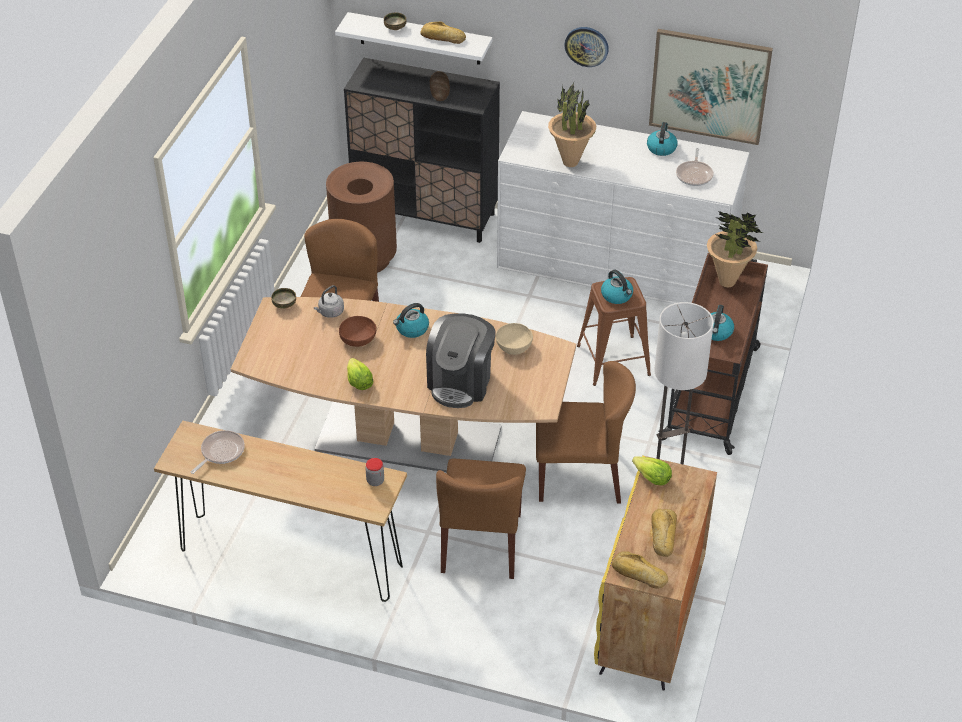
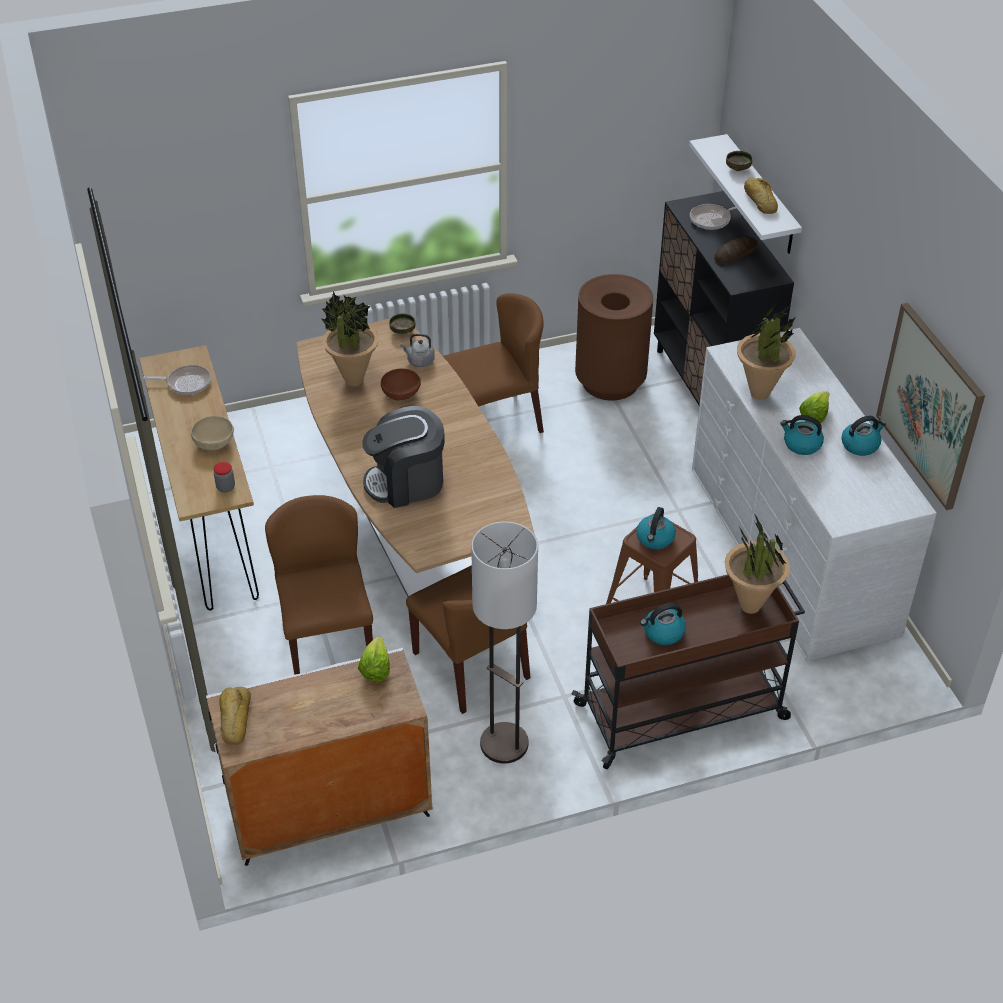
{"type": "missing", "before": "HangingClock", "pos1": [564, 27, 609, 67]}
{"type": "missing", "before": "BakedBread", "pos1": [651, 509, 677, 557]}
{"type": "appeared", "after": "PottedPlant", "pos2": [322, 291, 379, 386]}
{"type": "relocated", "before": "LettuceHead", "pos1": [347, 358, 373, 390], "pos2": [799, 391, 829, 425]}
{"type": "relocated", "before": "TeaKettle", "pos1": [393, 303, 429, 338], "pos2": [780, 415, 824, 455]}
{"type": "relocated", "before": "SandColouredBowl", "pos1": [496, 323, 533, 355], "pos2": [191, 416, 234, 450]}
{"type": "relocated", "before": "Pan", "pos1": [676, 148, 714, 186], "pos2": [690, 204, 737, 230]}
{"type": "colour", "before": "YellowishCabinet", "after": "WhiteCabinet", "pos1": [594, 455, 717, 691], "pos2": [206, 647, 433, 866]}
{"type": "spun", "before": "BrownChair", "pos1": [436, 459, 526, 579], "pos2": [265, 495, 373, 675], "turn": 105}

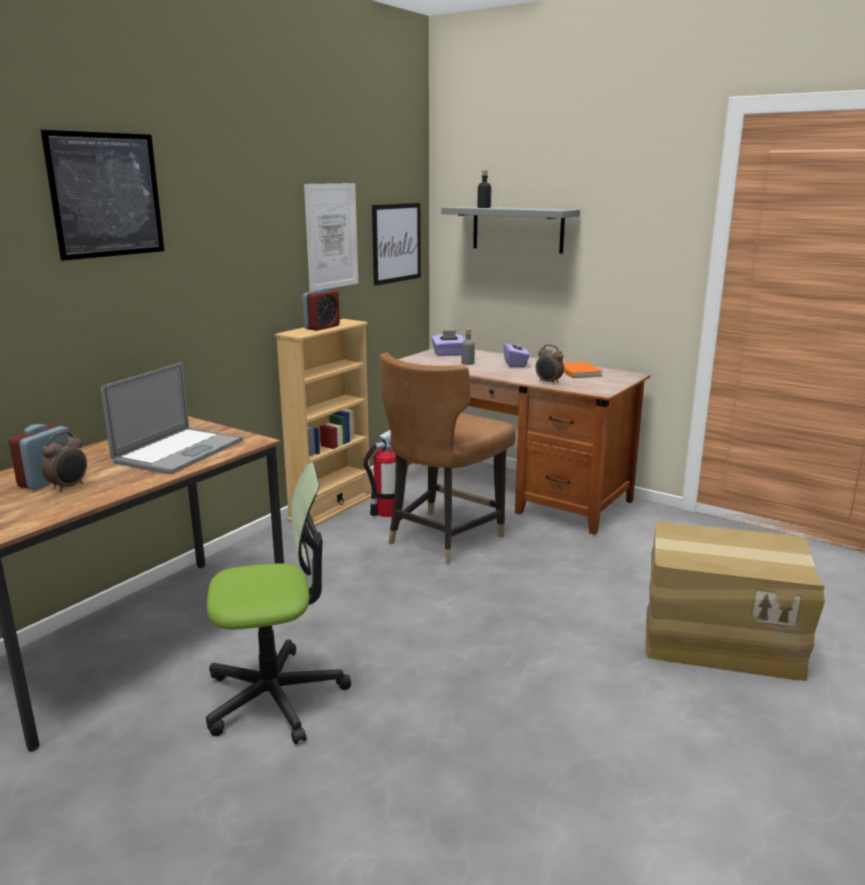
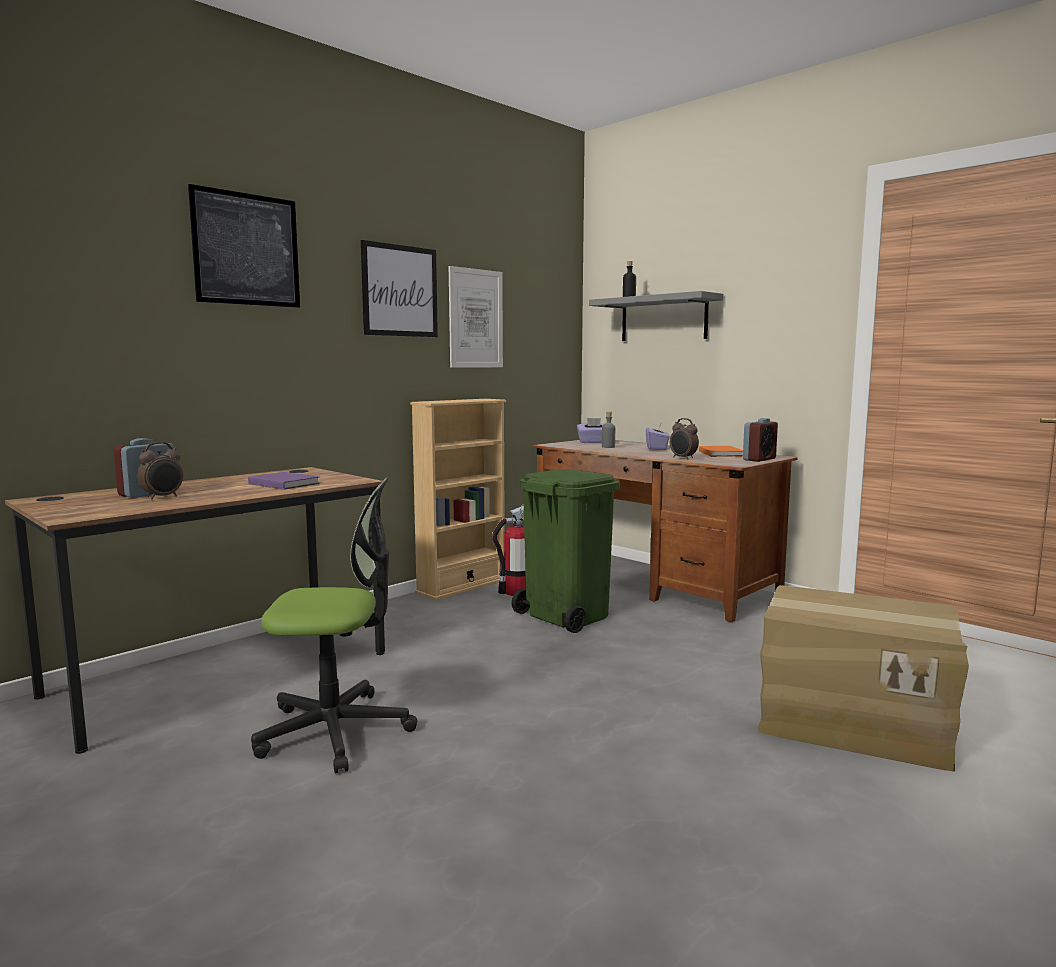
{"type": "relocated", "before": "TableClock", "pos1": [302, 287, 340, 331], "pos2": [743, 418, 778, 462]}
{"type": "relocated", "before": "Picture", "pos1": [372, 203, 421, 286], "pos2": [361, 240, 438, 337]}
{"type": "exchanged", "before": "NotebookComputer", "after": "PurpleVolume", "pos1": [101, 362, 243, 474], "pos2": [248, 472, 320, 490]}
{"type": "exchanged", "before": "BrownChair", "after": "GreenishRubbishBin", "pos1": [380, 353, 516, 565], "pos2": [511, 469, 620, 633]}

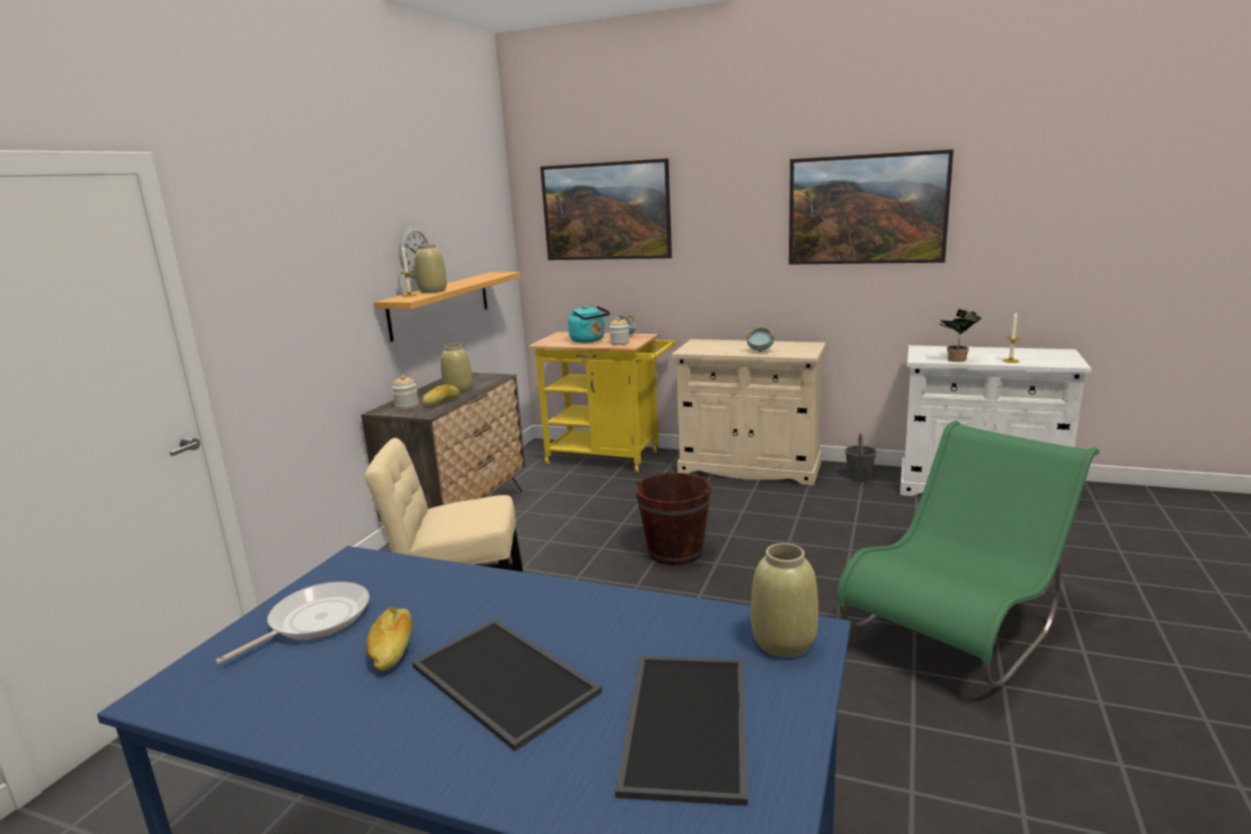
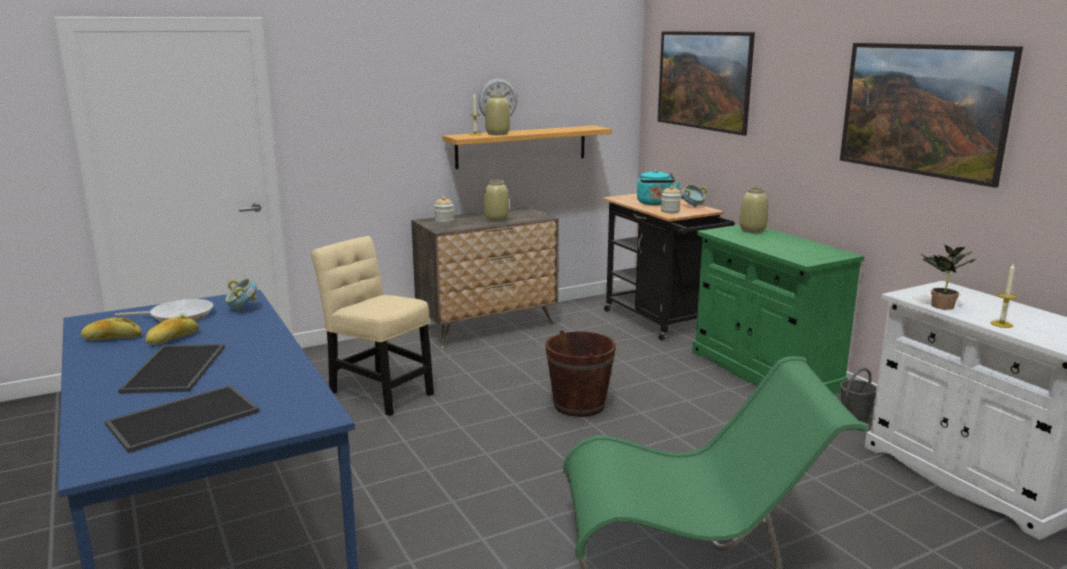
{"type": "relocated", "before": "BakedBread", "pos1": [422, 384, 461, 407], "pos2": [81, 317, 141, 341]}
{"type": "relocated", "before": "Bowl", "pos1": [746, 327, 774, 352], "pos2": [225, 278, 257, 310]}
{"type": "relocated", "before": "SandColouredVase", "pos1": [751, 543, 818, 658], "pos2": [740, 187, 768, 233]}
{"type": "colour", "before": "YellowishCart", "after": "BlackCart", "pos1": [528, 332, 675, 472], "pos2": [603, 194, 735, 341]}
{"type": "colour", "before": "SandColouredCabinet", "after": "GreenishCabinet", "pos1": [672, 339, 826, 485], "pos2": [692, 225, 865, 394]}

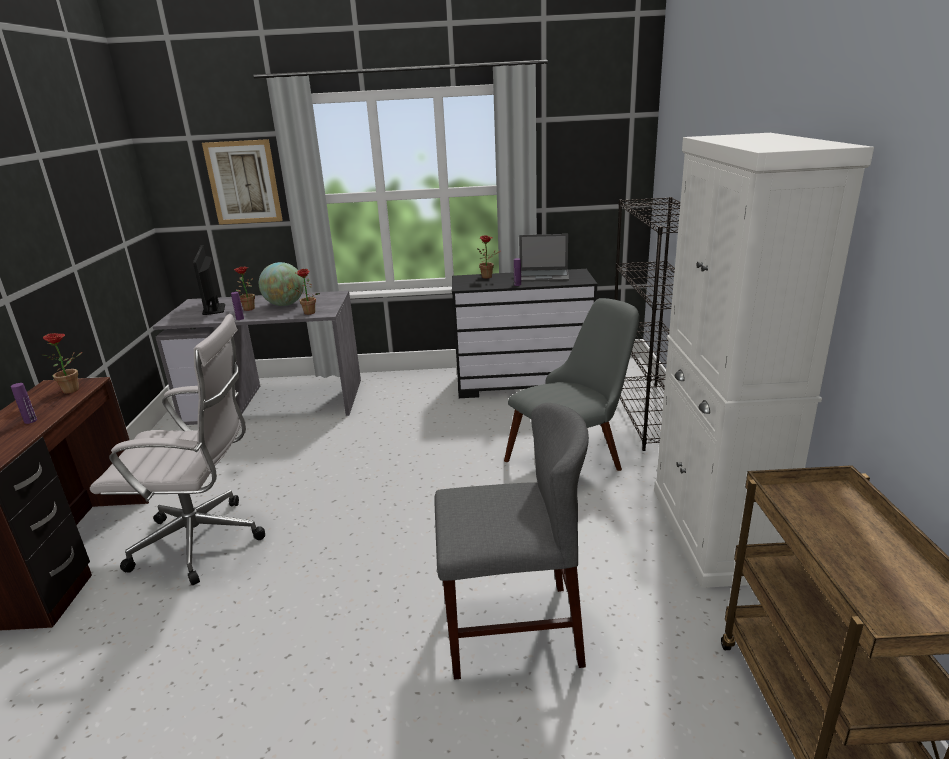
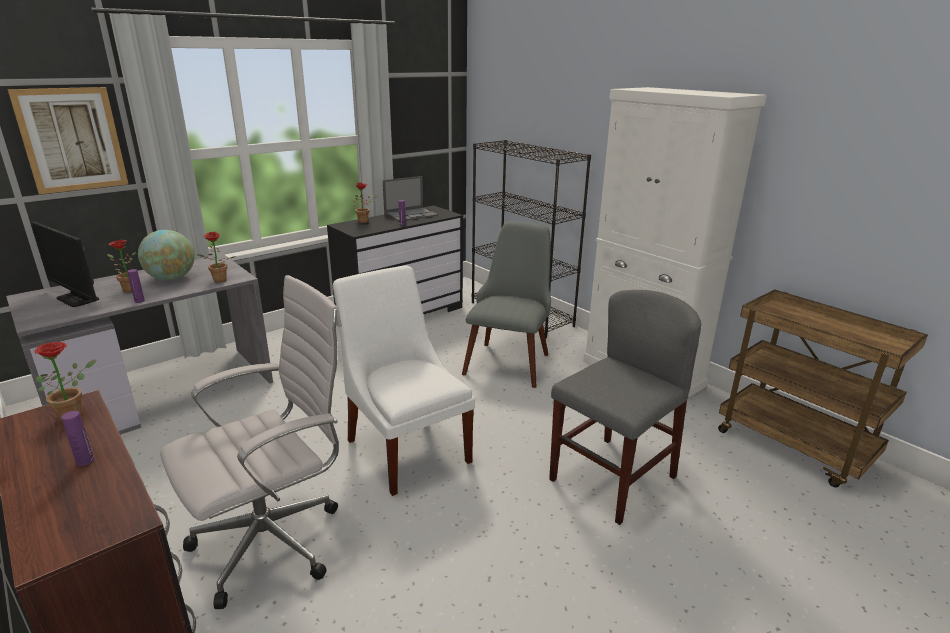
{"type": "appeared", "after": "WhiteChair", "pos2": [333, 265, 475, 496]}

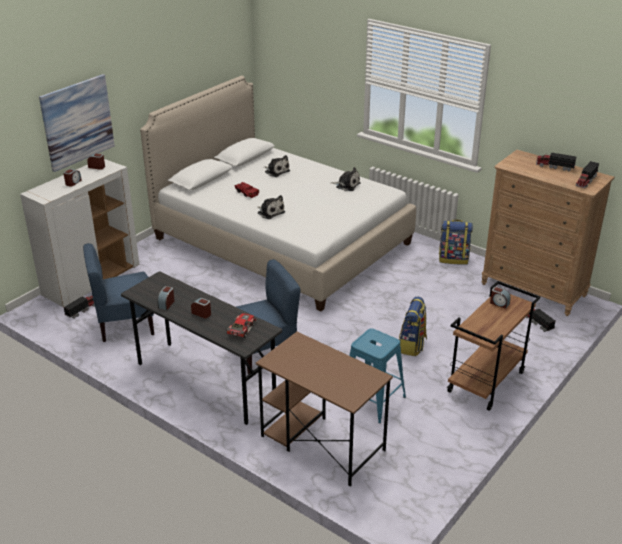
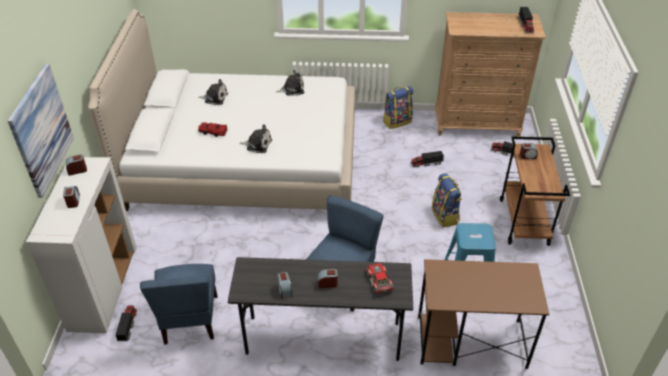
{"type": "relocated", "before": "ModelTruck", "pos1": [536, 153, 576, 171], "pos2": [411, 151, 444, 168]}
{"type": "spun", "before": "BlueChair", "pos1": [83, 243, 154, 342], "pos2": [140, 264, 217, 344], "turn": -45}

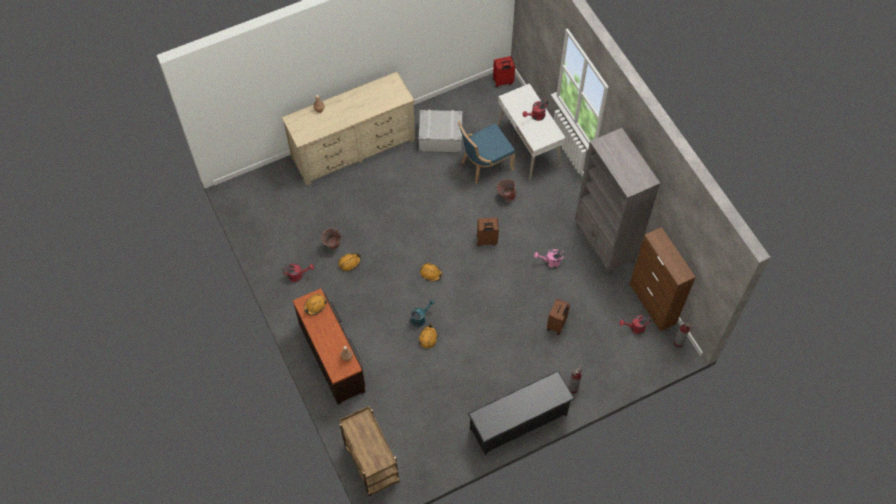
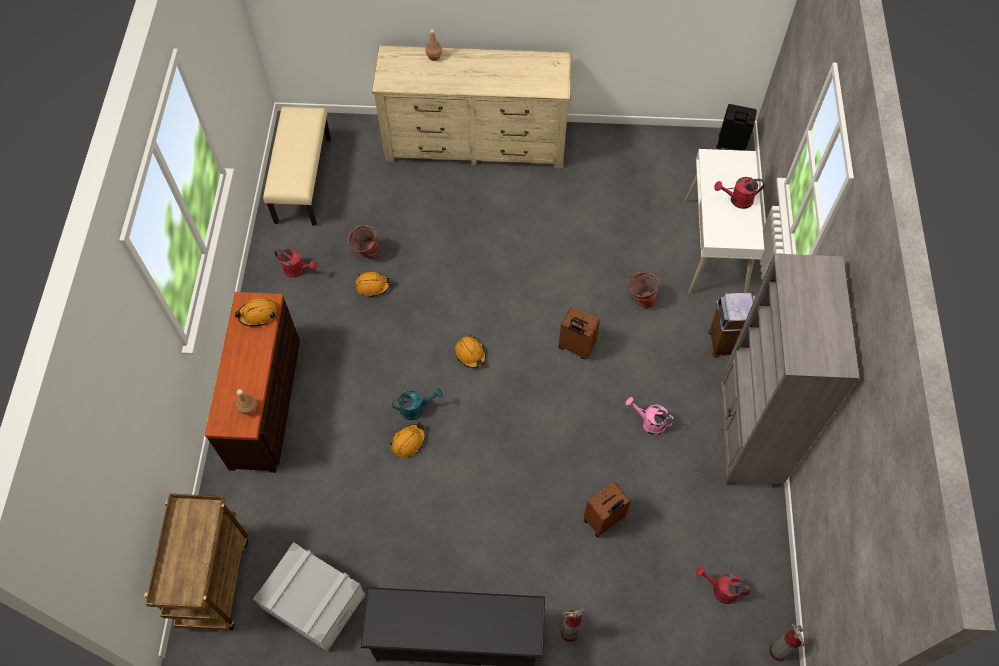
{"type": "missing", "before": "BlueChair", "pos1": [458, 121, 515, 183]}
{"type": "missing", "before": "BrownCabinet", "pos1": [630, 227, 696, 332]}
{"type": "appeared", "after": "SandColouredLongSeat", "pos2": [263, 107, 331, 226]}
{"type": "appeared", "after": "BrownRubbishBin", "pos2": [708, 292, 755, 357]}
{"type": "relocated", "before": "GrayStorageBin", "pos1": [419, 110, 462, 152], "pos2": [253, 542, 365, 652]}
{"type": "colour", "before": "ReddishTravelCase", "after": "BlackTravelCase", "pos1": [493, 56, 515, 88], "pos2": [716, 104, 757, 151]}

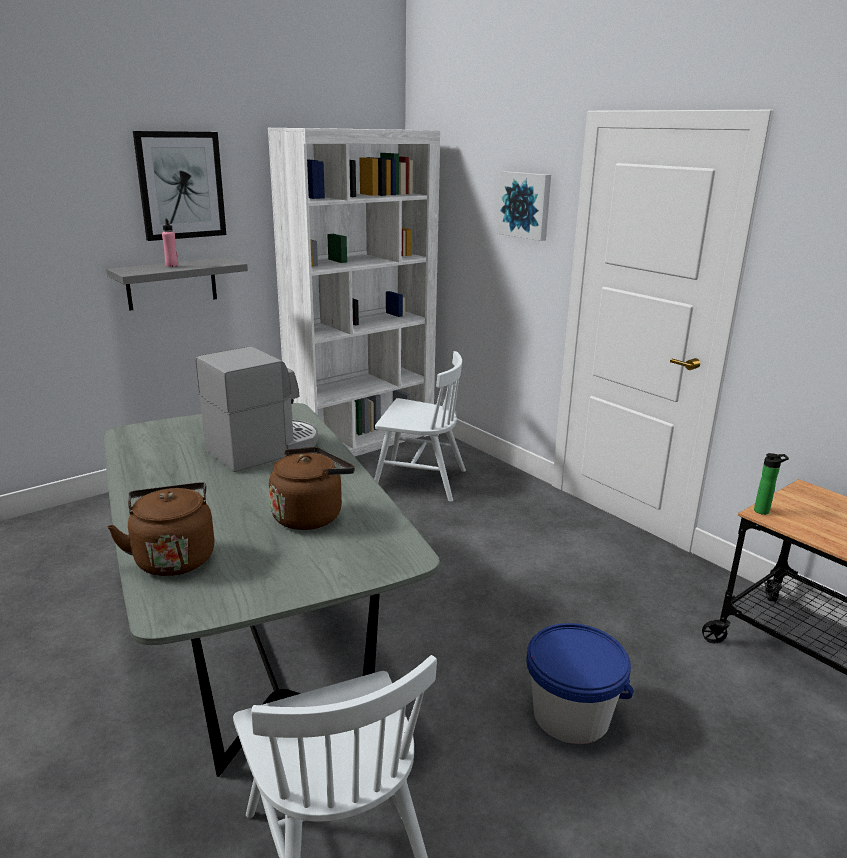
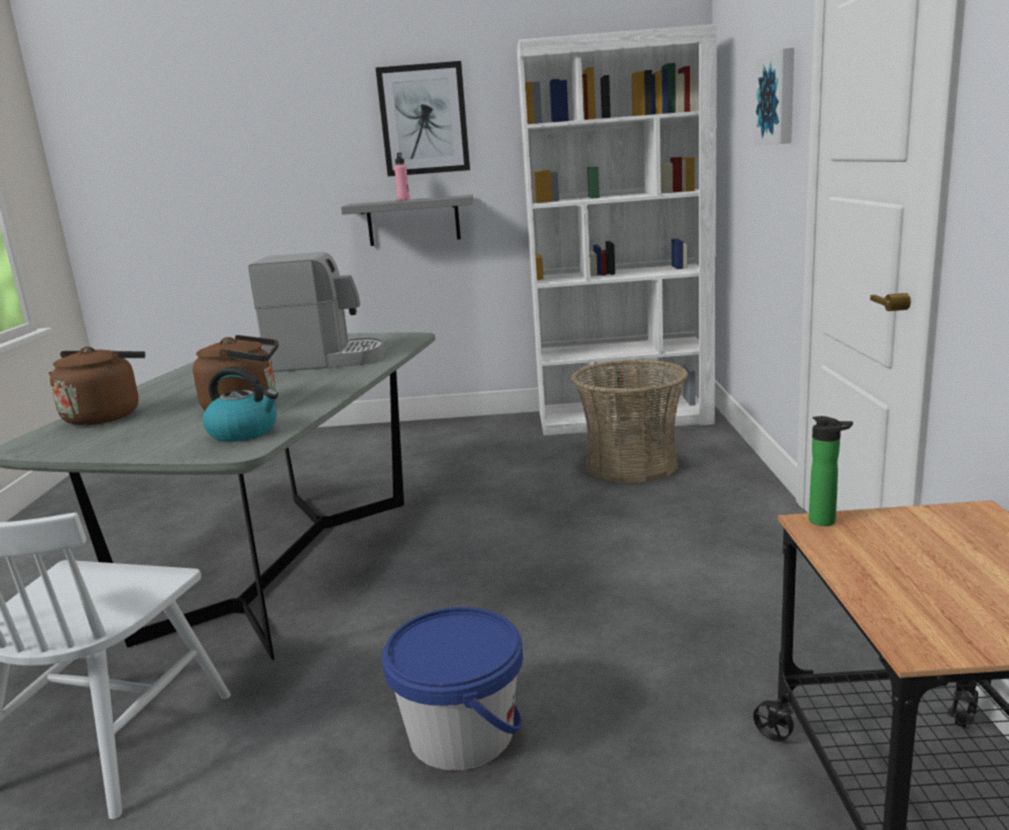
{"type": "appeared", "after": "TeaKettle", "pos2": [203, 367, 278, 442]}
{"type": "exchanged", "before": "WhiteChair", "after": "HouseholdBasket", "pos1": [374, 351, 466, 502], "pos2": [571, 359, 688, 483]}

